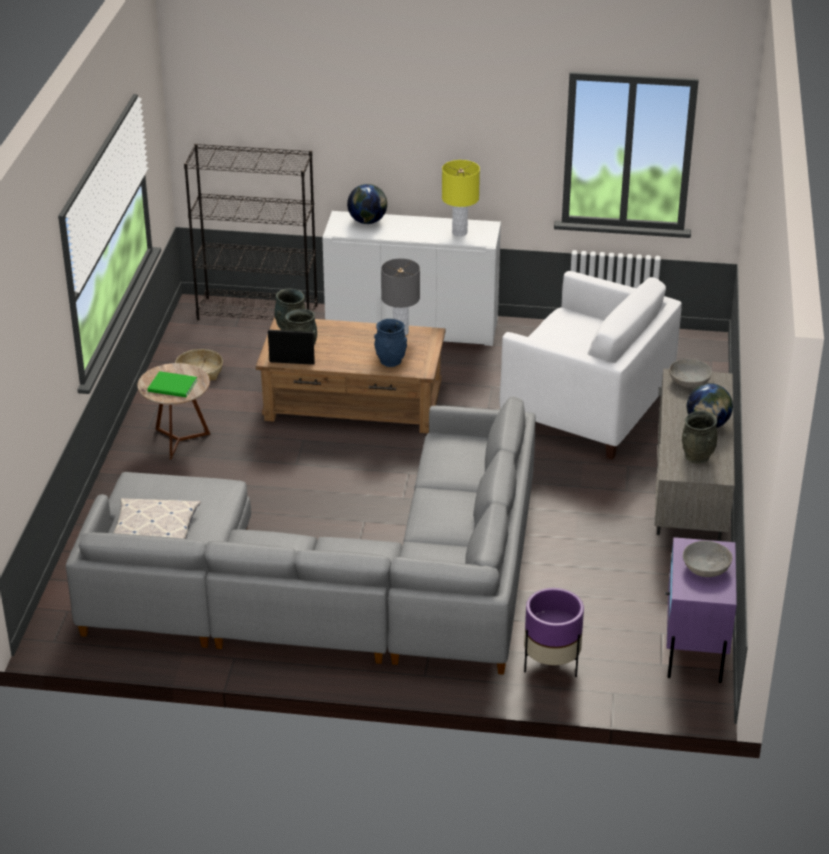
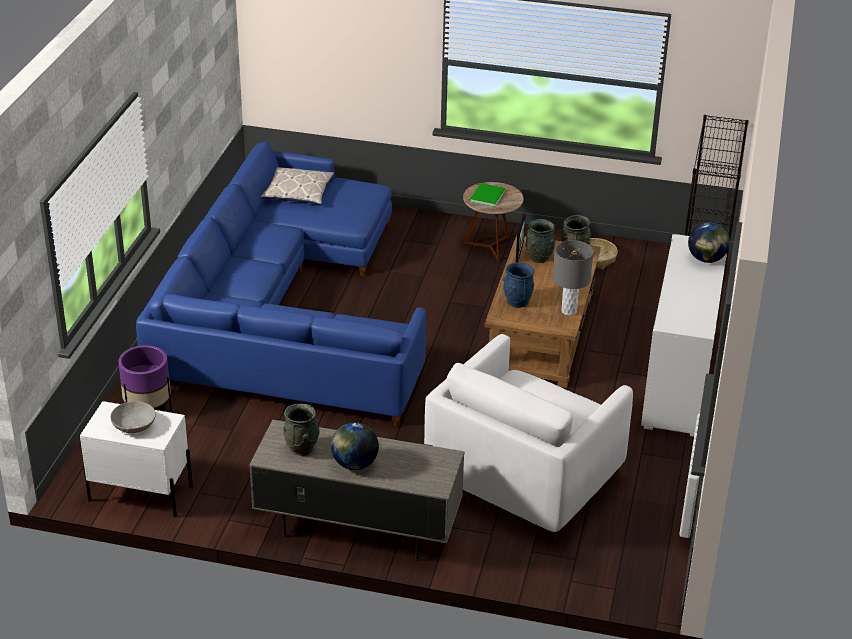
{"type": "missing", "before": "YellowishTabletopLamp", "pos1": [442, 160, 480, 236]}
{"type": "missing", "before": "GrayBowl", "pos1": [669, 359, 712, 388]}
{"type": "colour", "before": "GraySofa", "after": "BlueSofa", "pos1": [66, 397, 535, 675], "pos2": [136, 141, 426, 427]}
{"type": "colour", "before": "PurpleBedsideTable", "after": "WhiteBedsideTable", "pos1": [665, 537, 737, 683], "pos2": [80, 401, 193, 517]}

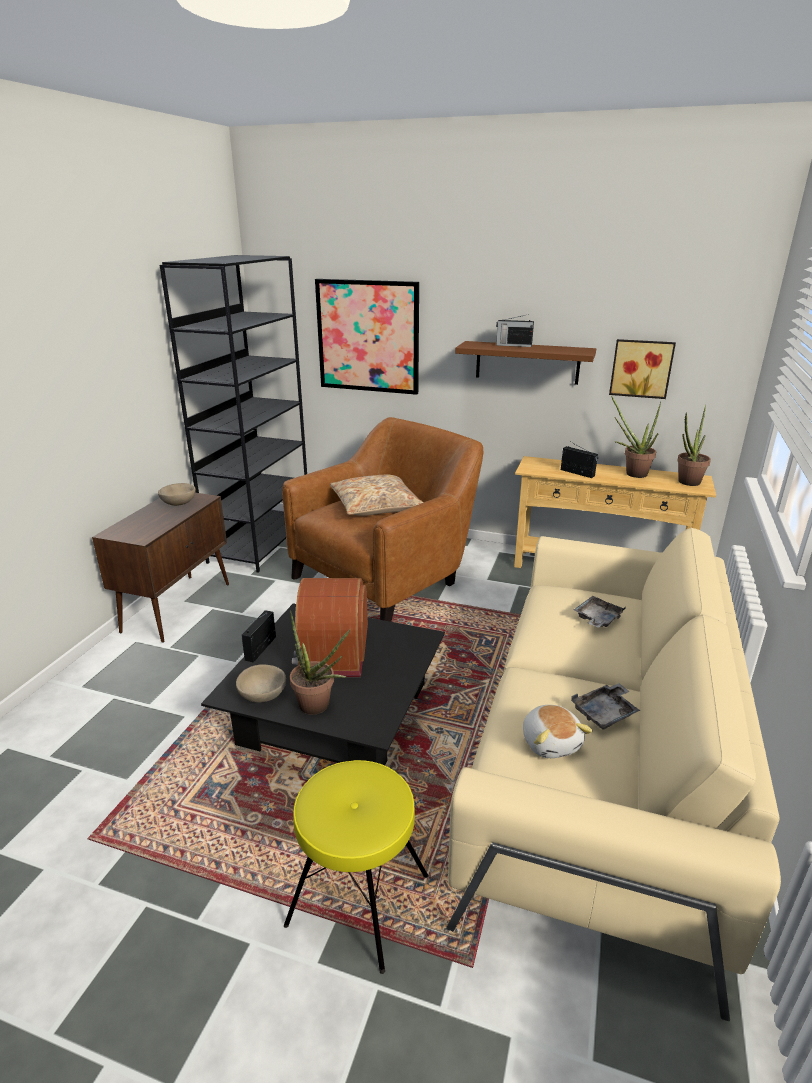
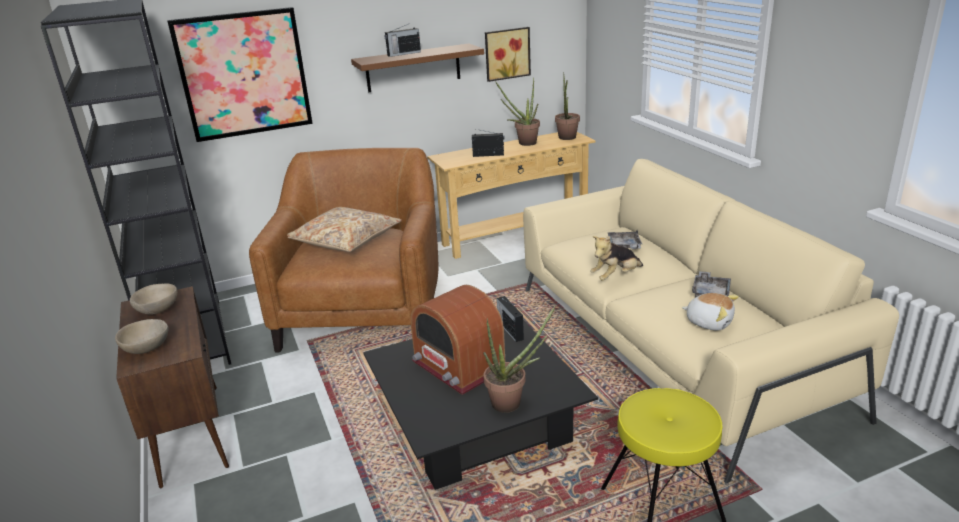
{"type": "appeared", "after": "PlushToy", "pos2": [590, 236, 643, 281]}
{"type": "relocated", "before": "SandColouredBowl", "pos1": [236, 665, 286, 703], "pos2": [115, 319, 169, 354]}
{"type": "relocated", "before": "RadioReceiver", "pos1": [241, 610, 276, 663], "pos2": [497, 296, 524, 342]}

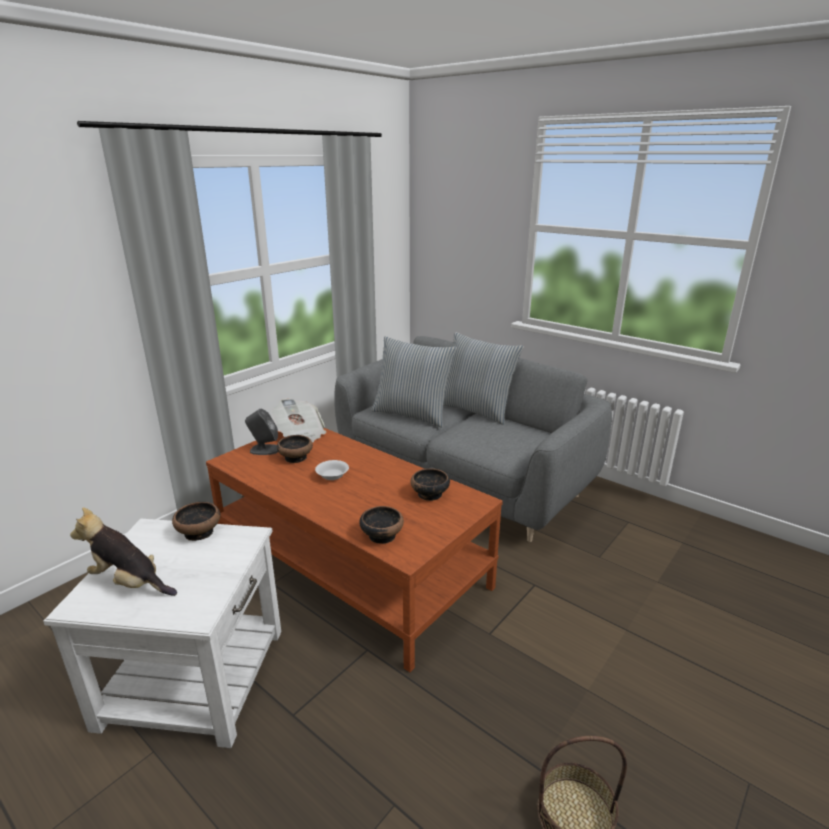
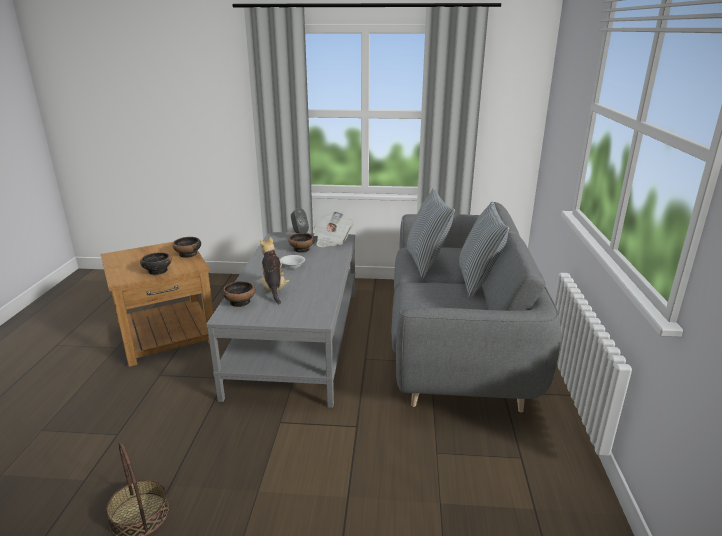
{"type": "relocated", "before": "PlushToy", "pos1": [70, 507, 177, 596], "pos2": [260, 237, 290, 304]}
{"type": "relocated", "before": "Bowl", "pos1": [411, 468, 450, 501], "pos2": [140, 252, 172, 275]}
{"type": "colour", "before": "WhiteAccentTable", "after": "BrownAccentTable", "pos1": [43, 519, 281, 748], "pos2": [101, 242, 214, 367]}
{"type": "colour", "before": "BrownCoffeeTable", "after": "GrayCoffeeTable", "pos1": [206, 428, 503, 672], "pos2": [206, 232, 355, 408]}

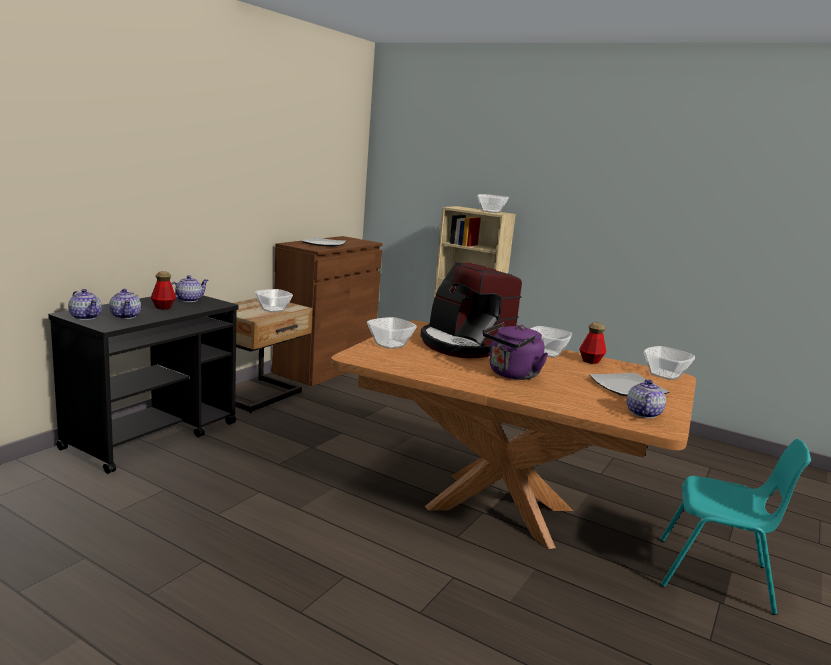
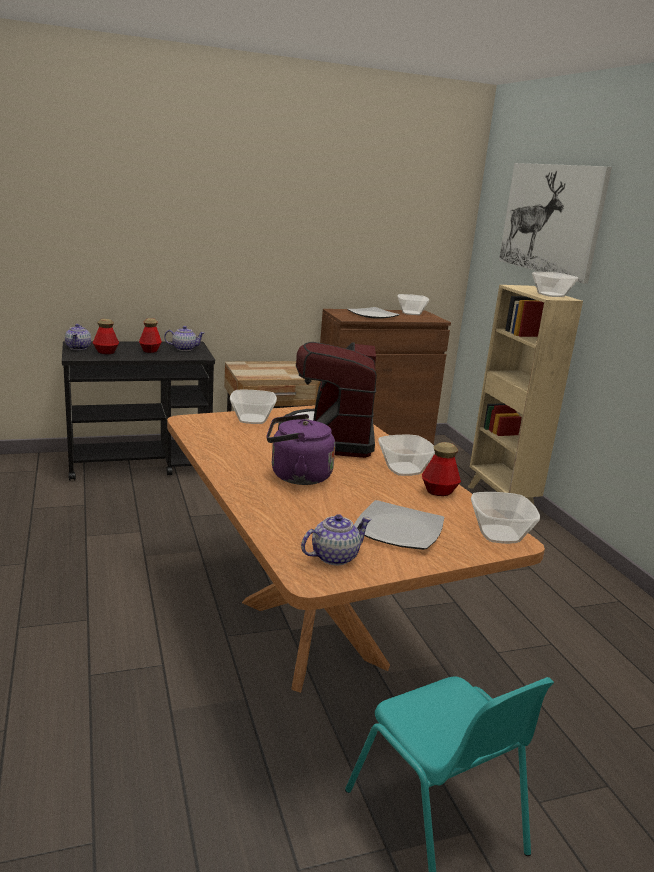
{"type": "appeared", "after": "Picture", "pos2": [499, 163, 612, 284]}
{"type": "relocated", "before": "Bowl", "pos1": [255, 289, 293, 312], "pos2": [397, 294, 429, 315]}
{"type": "exchanged", "before": "PotForTea", "after": "Bottle", "pos1": [109, 289, 141, 319], "pos2": [93, 319, 119, 354]}

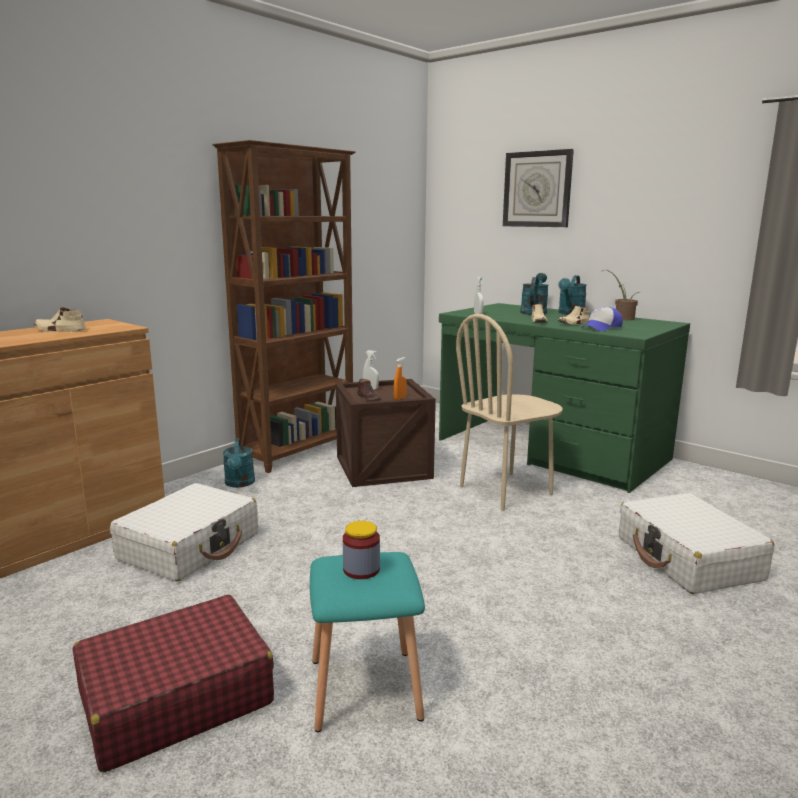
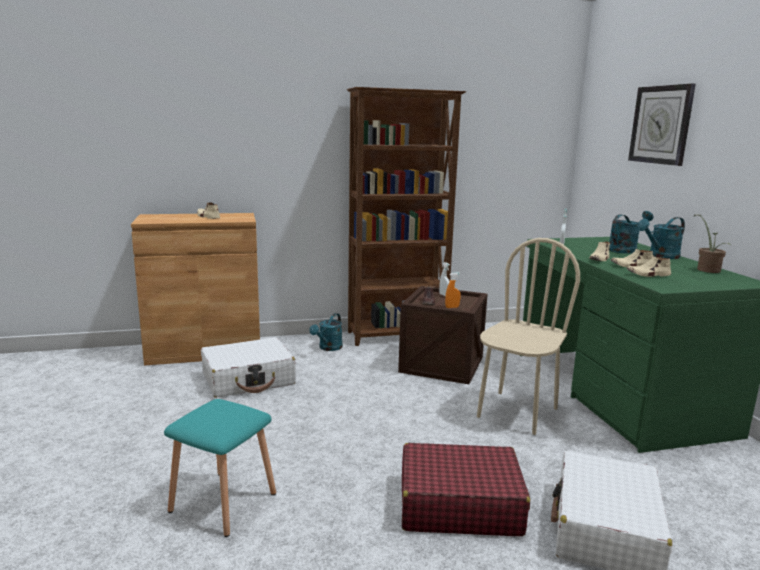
{"type": "missing", "before": "Jar", "pos1": [343, 521, 380, 579]}
{"type": "relocated", "before": "ReddishTravelCase", "pos1": [72, 595, 274, 772], "pos2": [402, 443, 530, 536]}
{"type": "exchanged", "before": "Cap", "after": "SandColouredLowShoe", "pos1": [582, 307, 623, 331], "pos2": [627, 256, 671, 277]}
{"type": "spun", "before": "SandColouredChair", "pos1": [456, 314, 563, 511], "pos2": [477, 238, 580, 435], "turn": 120}

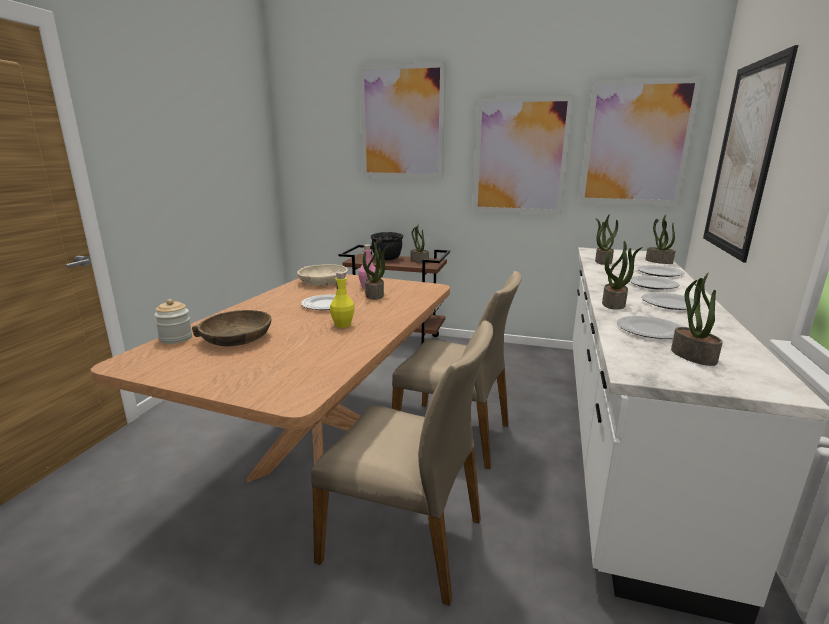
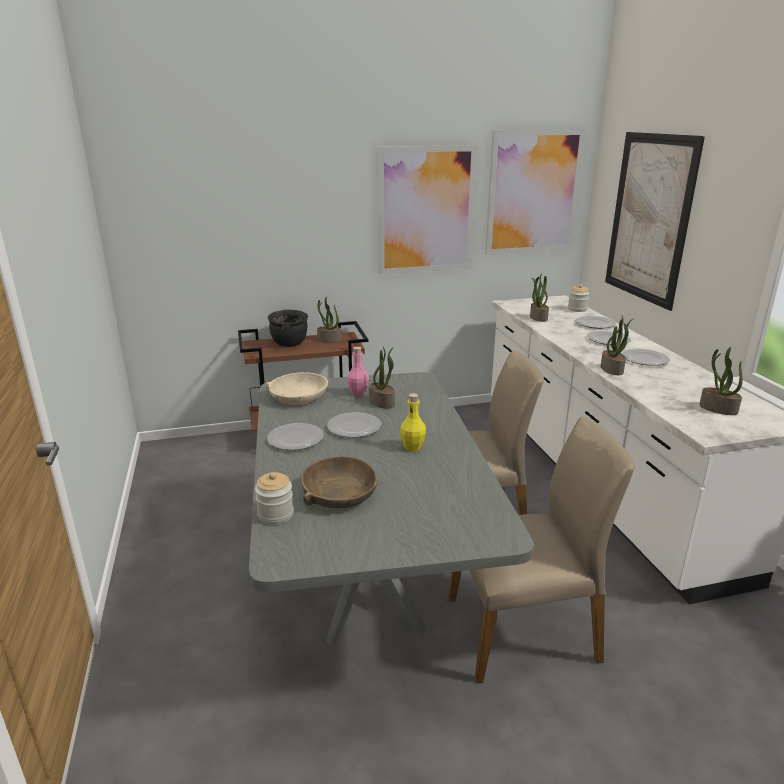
{"type": "missing", "before": "Picture", "pos1": [359, 62, 446, 179]}
{"type": "relocated", "before": "DinnerPlate", "pos1": [617, 316, 682, 339], "pos2": [267, 423, 324, 450]}
{"type": "exchanged", "before": "PottedPlant", "after": "Jar", "pos1": [645, 214, 675, 264], "pos2": [568, 284, 589, 312]}
{"type": "colour", "before": "BrownDiningTable", "after": "GrayDiningTable", "pos1": [91, 274, 450, 483], "pos2": [249, 372, 534, 646]}

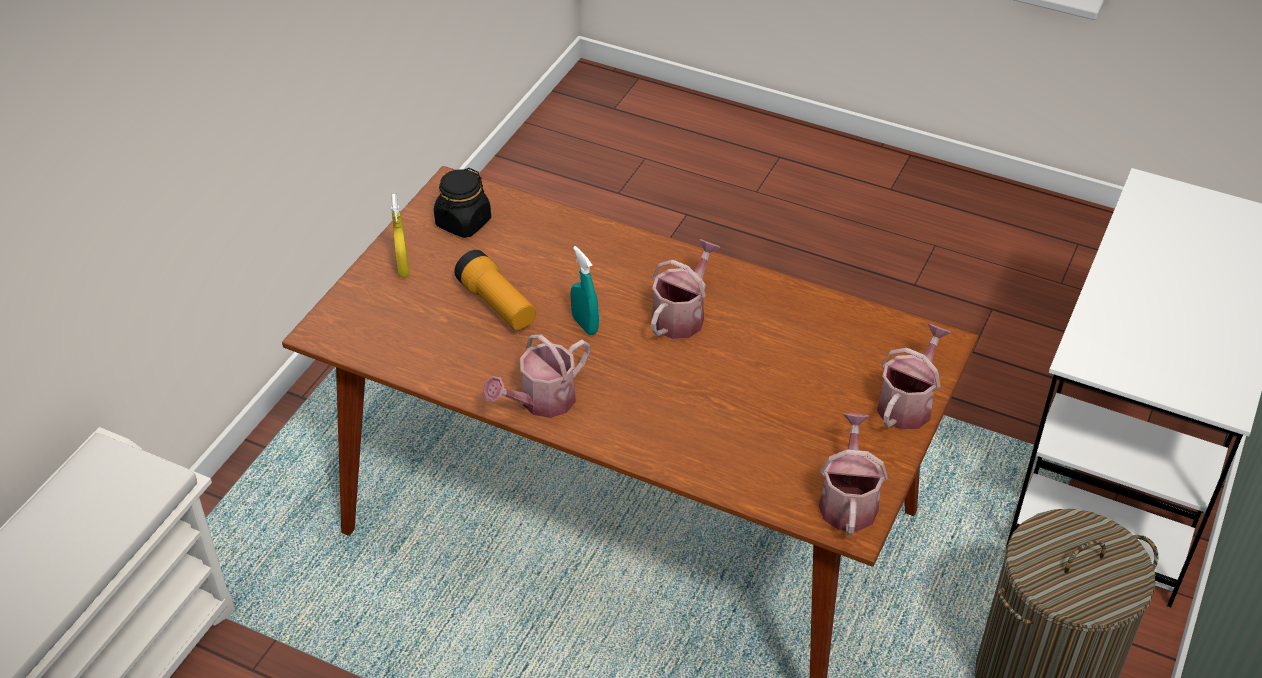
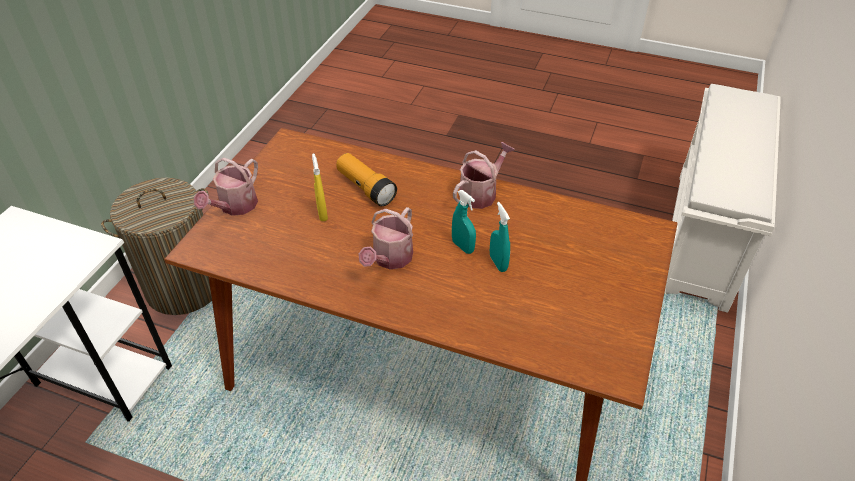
{"type": "missing", "before": "BlackJar", "pos1": [434, 168, 491, 238]}
{"type": "missing", "before": "WateringCan", "pos1": [819, 413, 888, 536]}
{"type": "appeared", "after": "BlueGreenHandSprayer", "pos2": [490, 202, 510, 272]}
{"type": "relocated", "before": "YellowishHandSprayer", "pos1": [391, 193, 410, 278], "pos2": [312, 153, 328, 221]}
{"type": "relocated", "before": "HandTorch", "pos1": [454, 250, 536, 331], "pos2": [336, 153, 397, 206]}

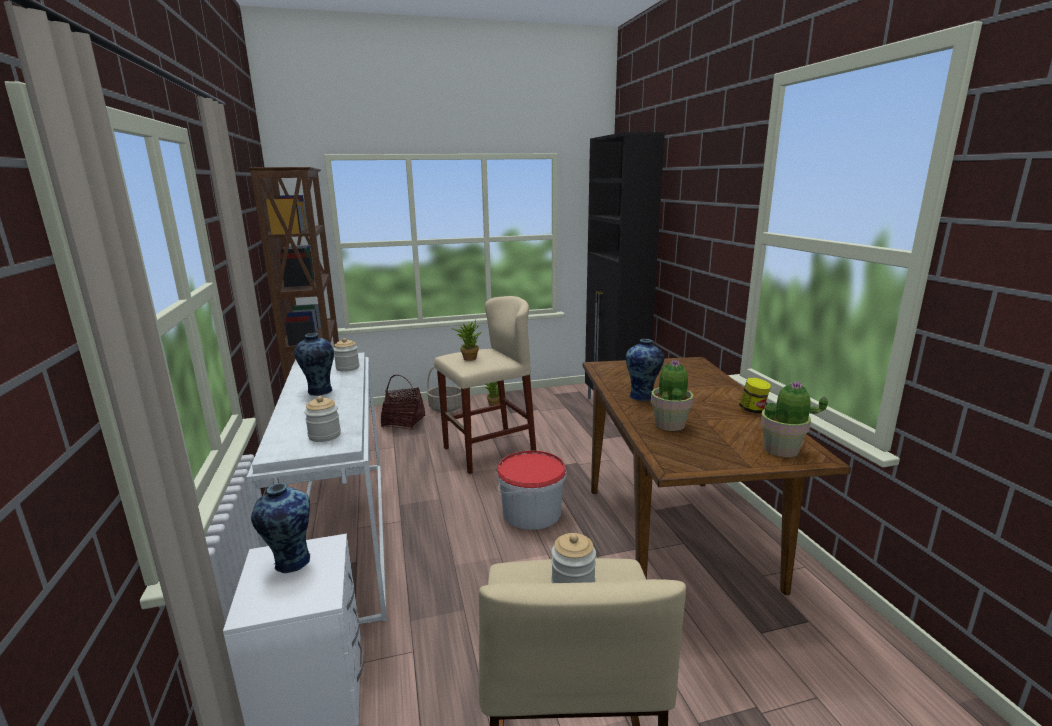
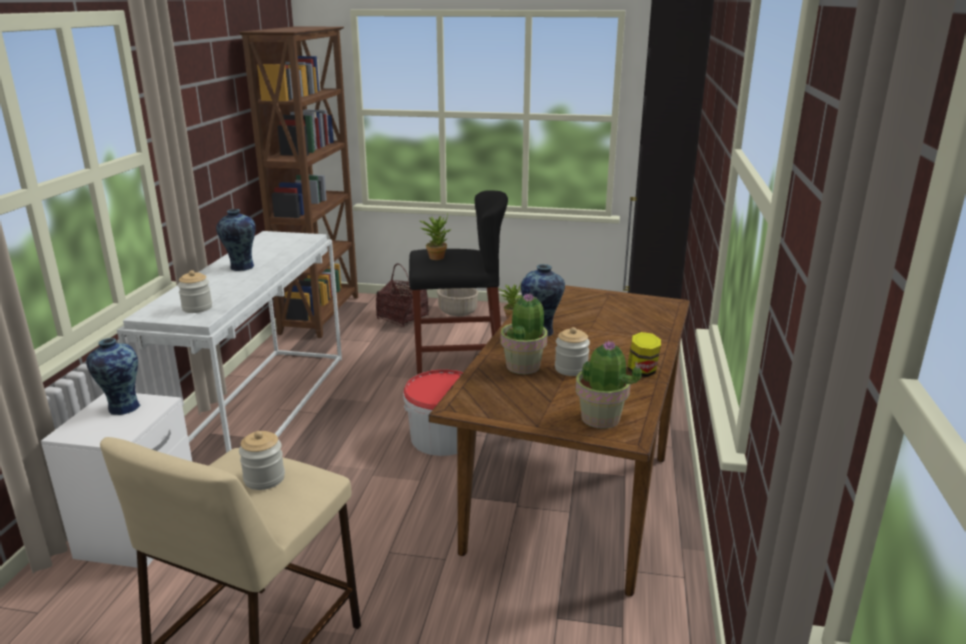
{"type": "relocated", "before": "Jar", "pos1": [334, 338, 359, 371], "pos2": [555, 327, 590, 376]}
{"type": "colour", "before": "SandColouredStool", "after": "BlackStool", "pos1": [434, 296, 536, 474], "pos2": [409, 191, 508, 375]}

